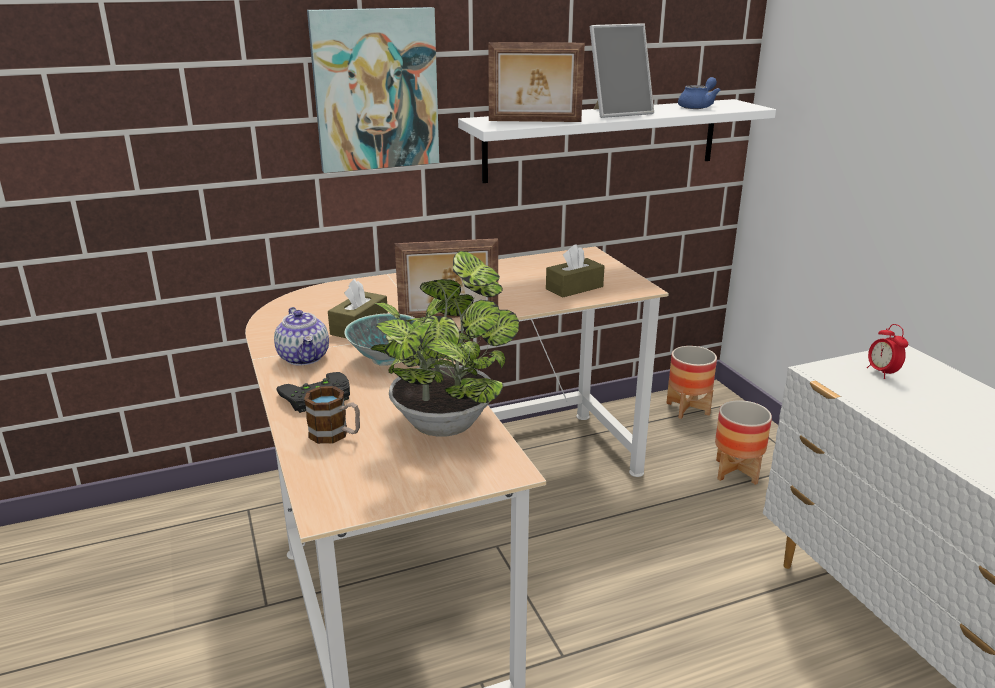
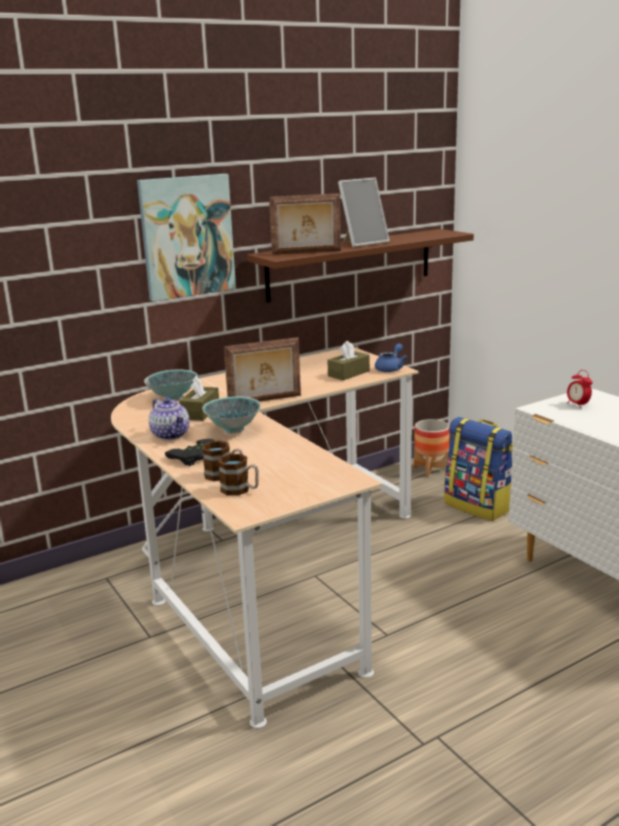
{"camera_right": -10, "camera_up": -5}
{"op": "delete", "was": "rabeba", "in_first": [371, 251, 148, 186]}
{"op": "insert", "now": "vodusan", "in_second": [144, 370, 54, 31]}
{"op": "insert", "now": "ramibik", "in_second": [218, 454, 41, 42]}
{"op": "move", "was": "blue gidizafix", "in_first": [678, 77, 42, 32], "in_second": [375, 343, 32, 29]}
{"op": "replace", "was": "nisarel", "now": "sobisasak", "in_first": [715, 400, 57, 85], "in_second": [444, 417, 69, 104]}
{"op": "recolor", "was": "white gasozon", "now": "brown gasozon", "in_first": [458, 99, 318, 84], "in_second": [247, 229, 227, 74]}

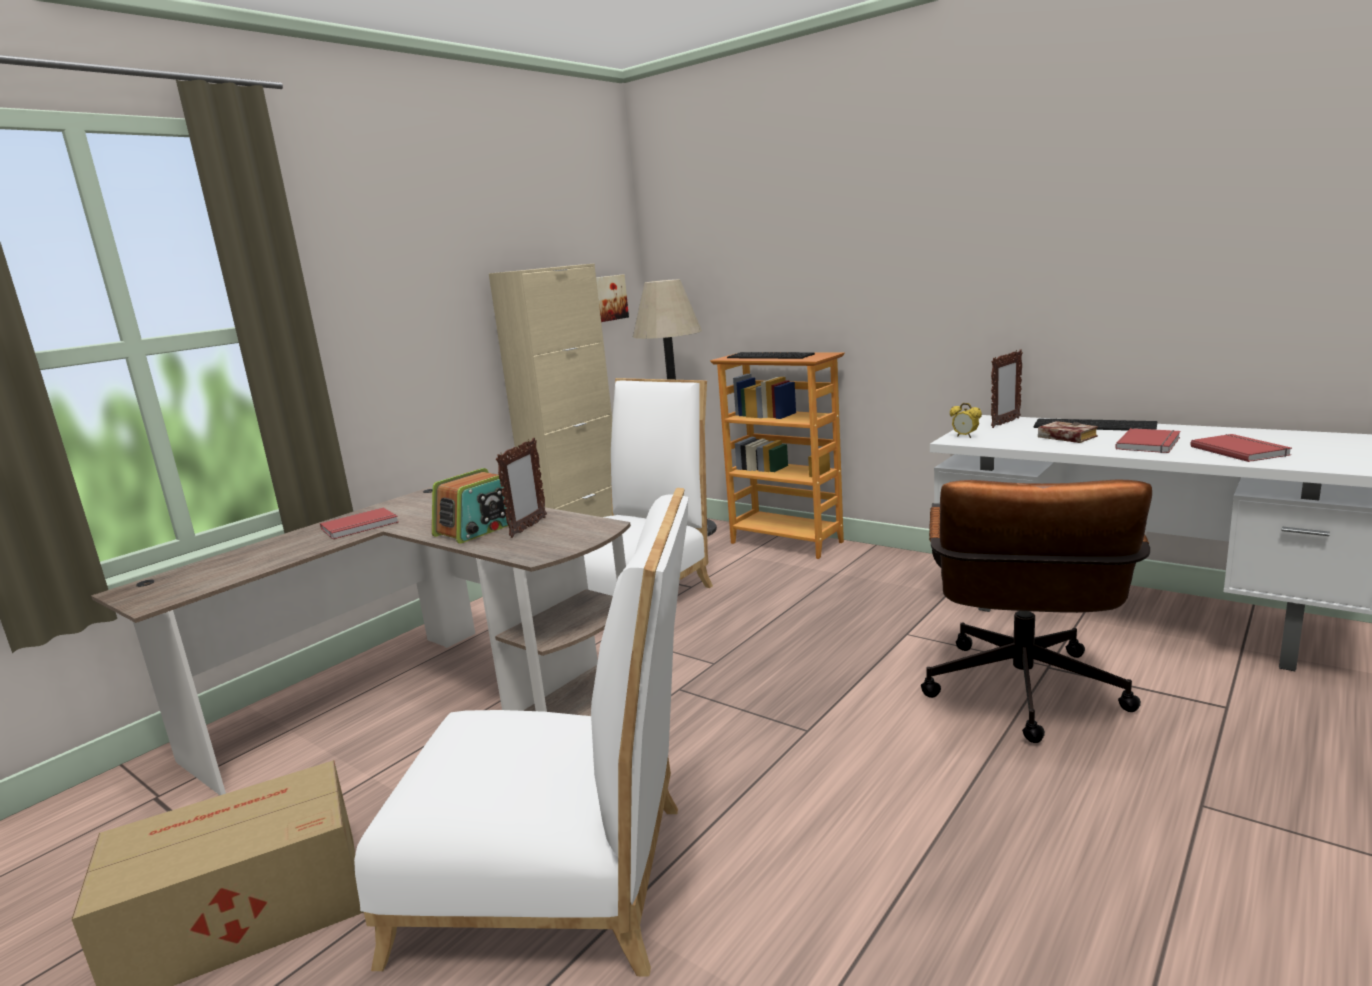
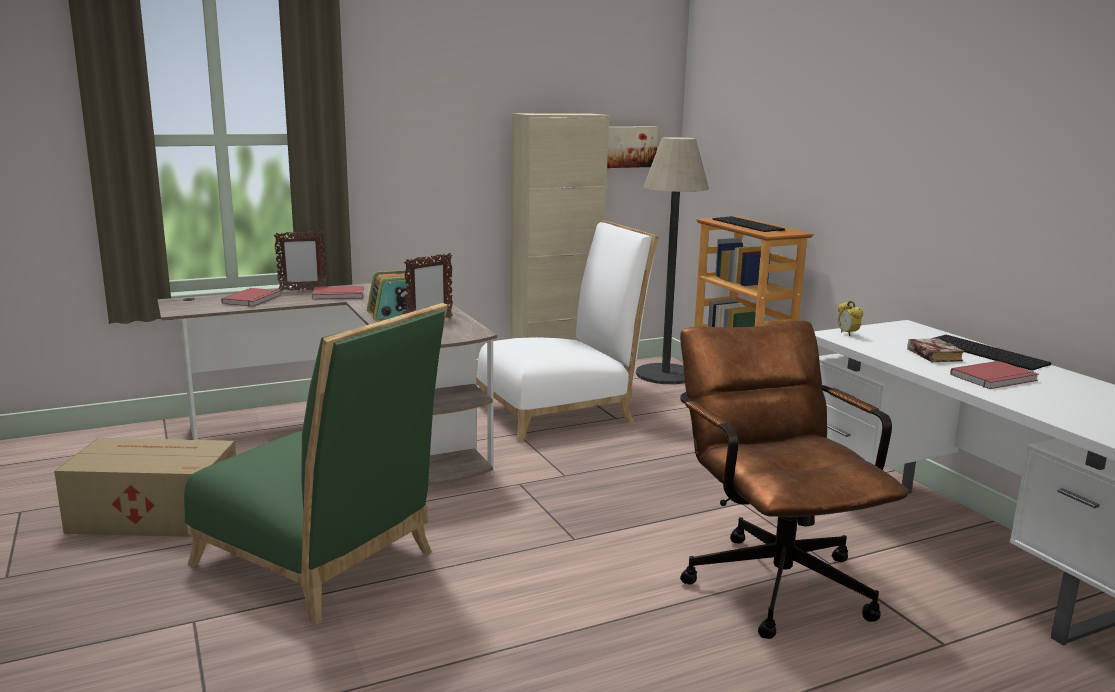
{"camera_right": 25, "camera_up": 0}
{"op": "move", "was": "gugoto", "in_first": [991, 349, 32, 79], "in_second": [274, 231, 53, 60]}
{"op": "move", "was": "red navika", "in_first": [1190, 434, 102, 28], "in_second": [221, 288, 60, 18]}
{"op": "recolor", "was": "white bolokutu", "now": "green bolokutu", "in_first": [354, 488, 334, 489], "in_second": [184, 303, 264, 322]}
{"op": "rotate", "was": "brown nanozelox", "in_first": [921, 479, 231, 264], "in_second": [680, 321, 229, 318], "clockwise": 120}

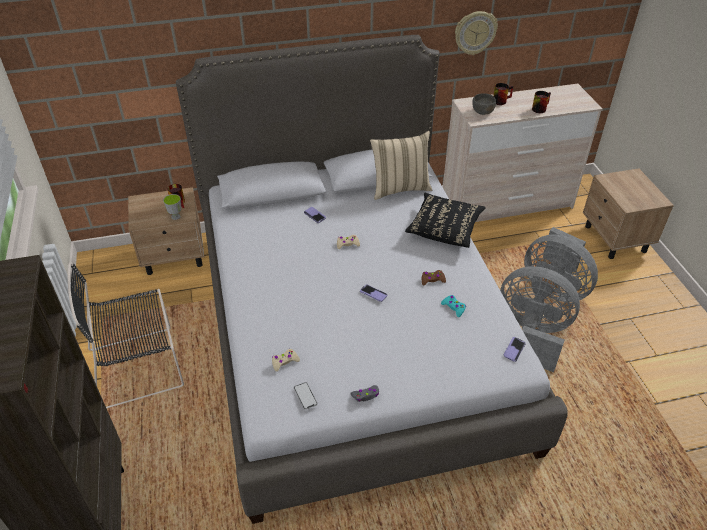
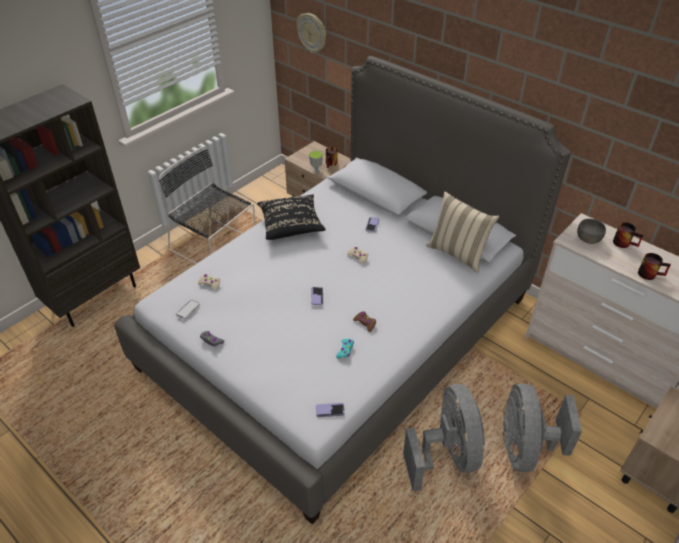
{"camera_right": 55, "camera_up": 0}
{"op": "move", "was": "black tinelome", "in_first": [405, 193, 81, 55], "in_second": [257, 194, 69, 46]}
{"op": "move", "was": "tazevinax", "in_first": [455, 11, 43, 44], "in_second": [297, 13, 29, 40]}

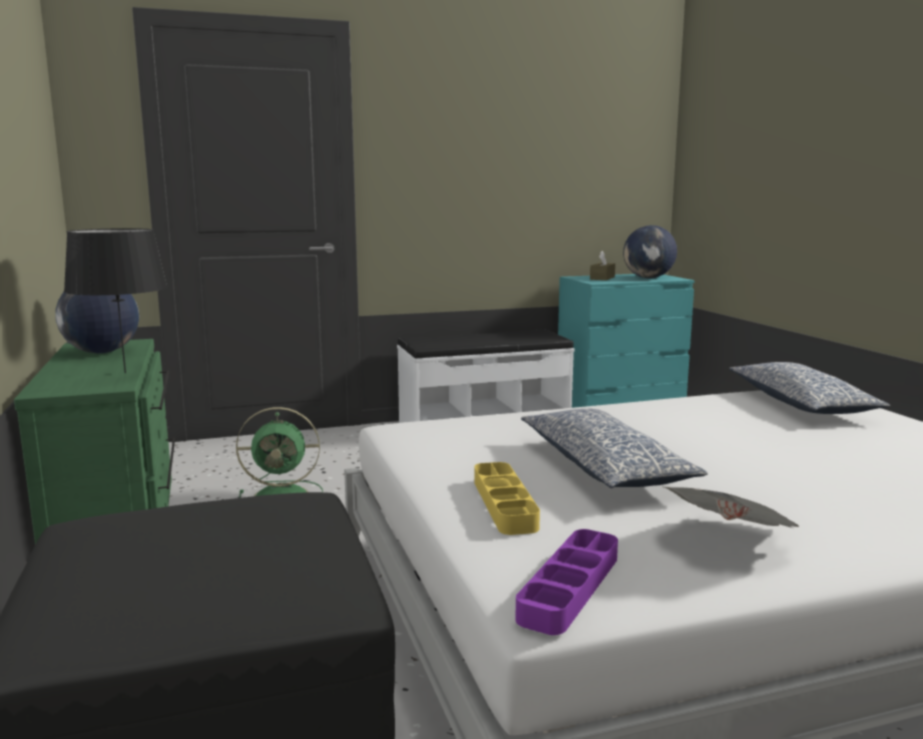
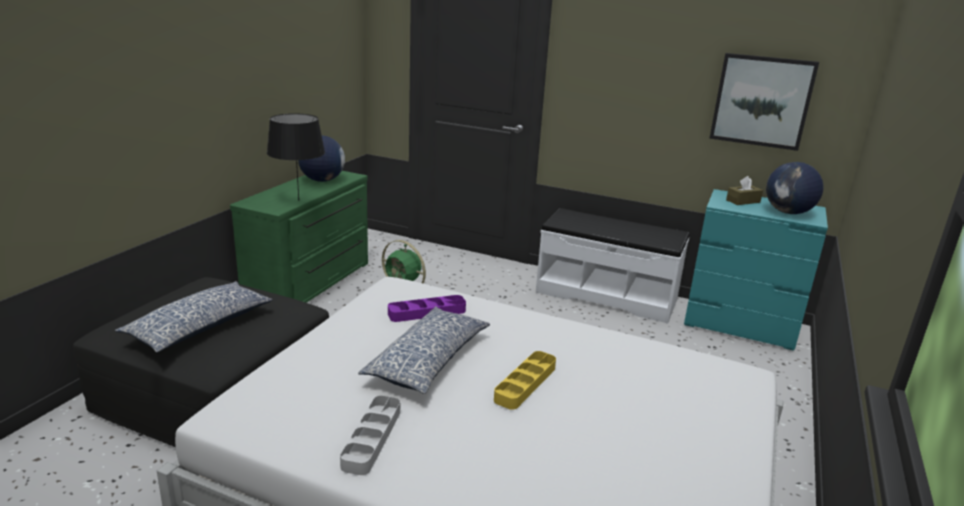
{"camera_right": 40, "camera_up": 10}
{"op": "insert", "now": "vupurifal", "in_second": [709, 53, 110, 98]}
{"op": "move", "was": "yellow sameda", "in_first": [474, 462, 66, 73], "in_second": [494, 351, 62, 59]}
{"op": "move", "was": "purple sameda", "in_first": [515, 529, 103, 106], "in_second": [388, 295, 78, 27]}
{"op": "move", "was": "tinelome", "in_first": [729, 362, 161, 52], "in_second": [115, 281, 158, 71]}
{"op": "replace", "was": "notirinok", "now": "grey sameda", "in_first": [662, 486, 137, 42], "in_second": [340, 395, 60, 80]}

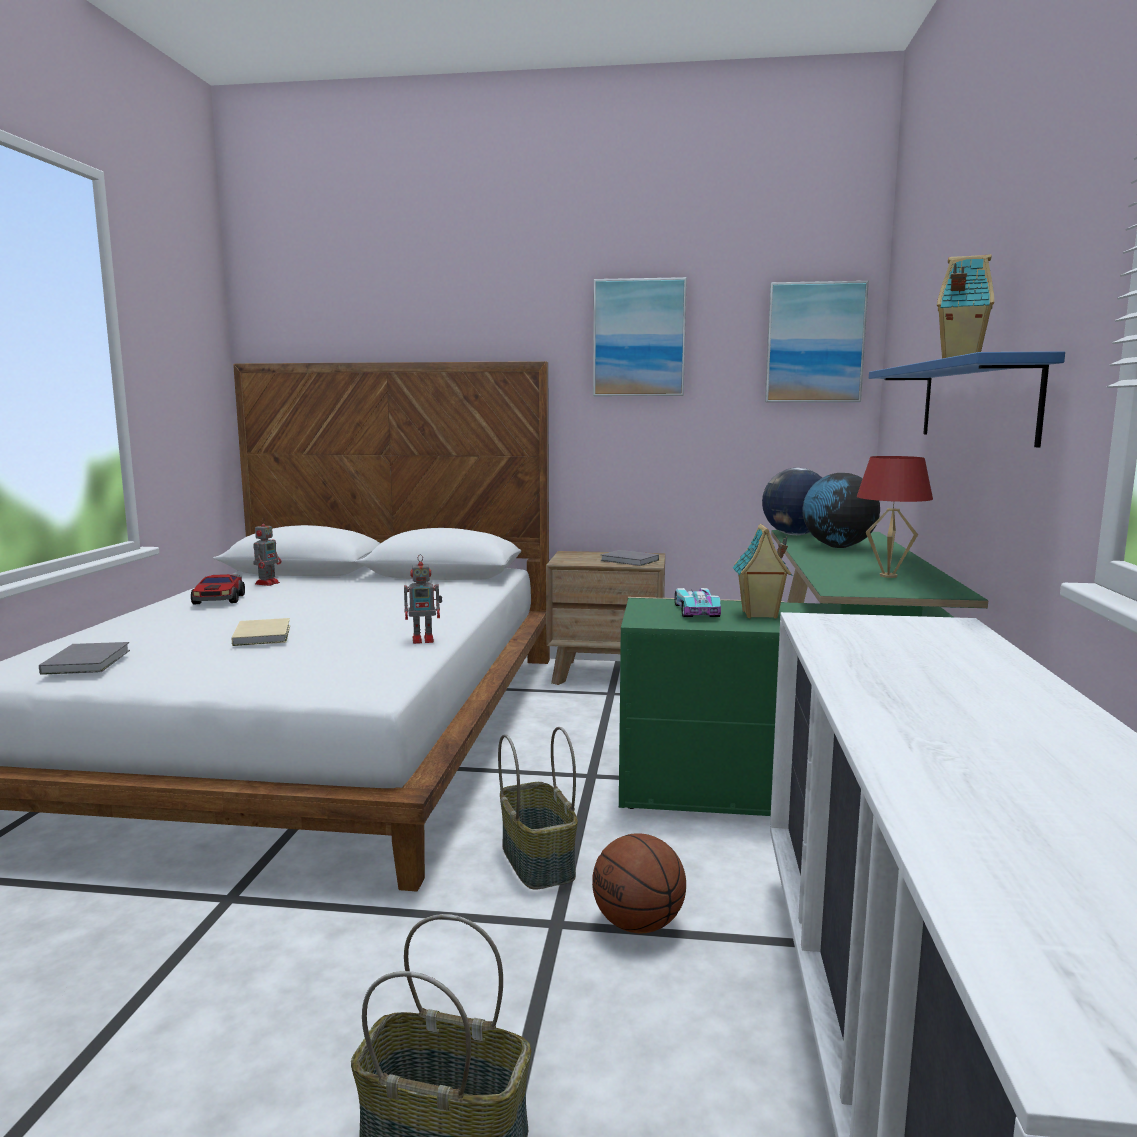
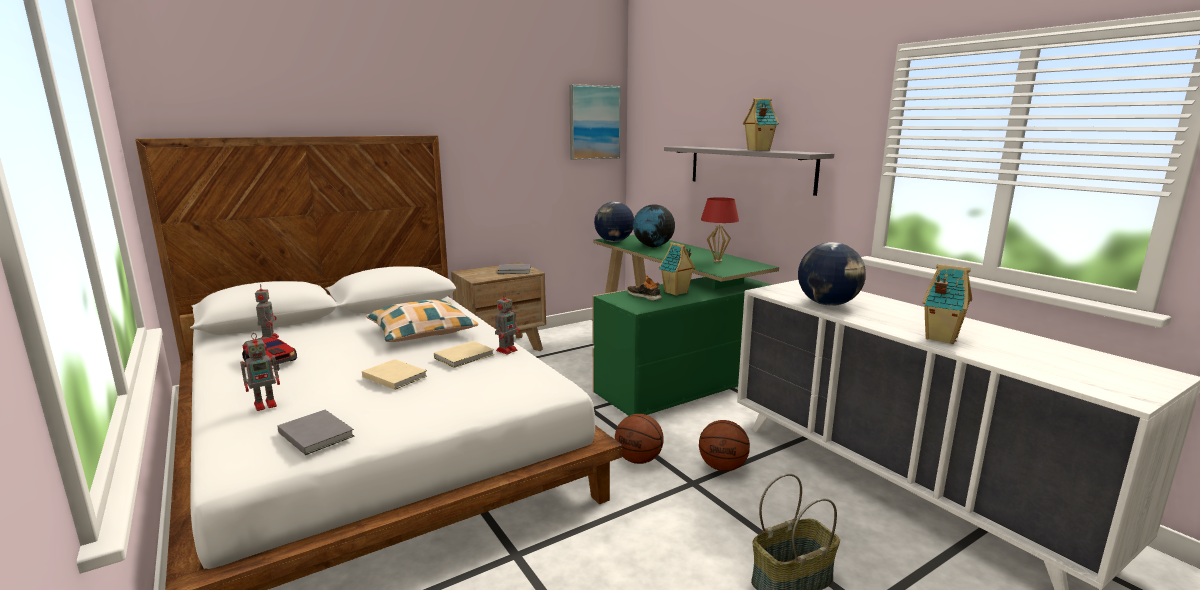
{"camera_right": -40, "camera_up": 5}
{"op": "delete", "was": "vupurifal", "in_first": [593, 277, 94, 119]}
{"op": "insert", "now": "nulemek", "in_second": [240, 333, 40, 78]}
{"op": "insert", "now": "tinelome", "in_second": [366, 299, 112, 43]}
{"op": "insert", "now": "beige navika", "in_second": [434, 341, 60, 27]}
{"op": "insert", "now": "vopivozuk", "in_second": [798, 242, 68, 64]}
{"op": "insert", "now": "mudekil", "in_second": [922, 264, 50, 80]}
{"op": "replace", "was": "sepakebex", "now": "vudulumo", "in_first": [498, 727, 80, 162], "in_second": [615, 414, 49, 50]}
{"op": "replace", "was": "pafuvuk", "now": "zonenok", "in_first": [675, 588, 46, 29], "in_second": [627, 276, 35, 25]}
{"op": "recolor", "was": "blue gasozon", "now": "grey gasozon", "in_first": [869, 351, 196, 97], "in_second": [664, 146, 170, 50]}

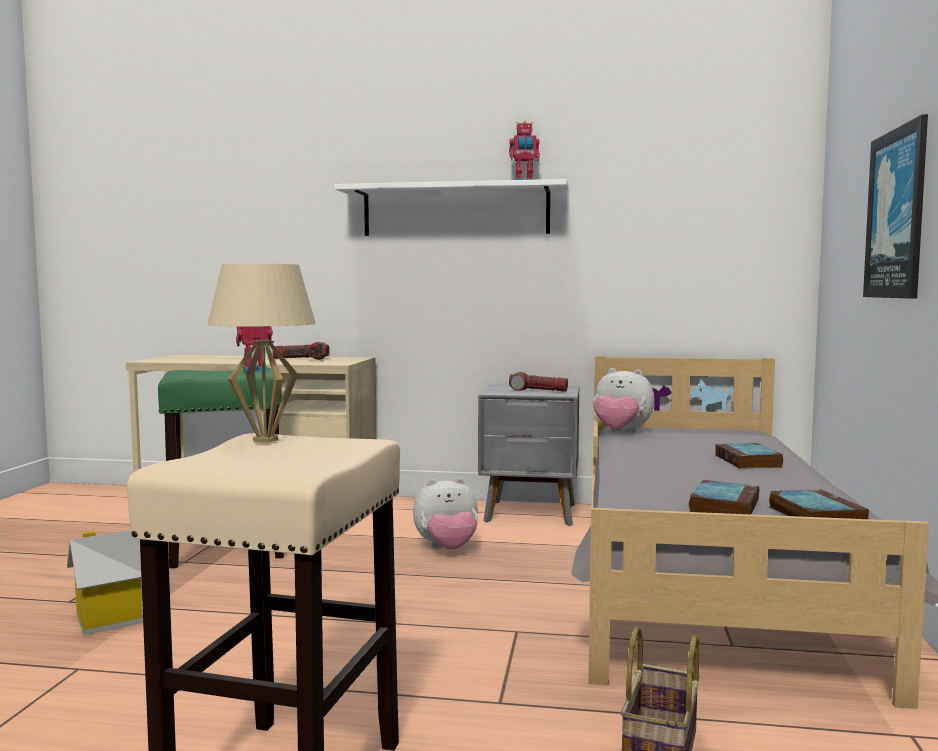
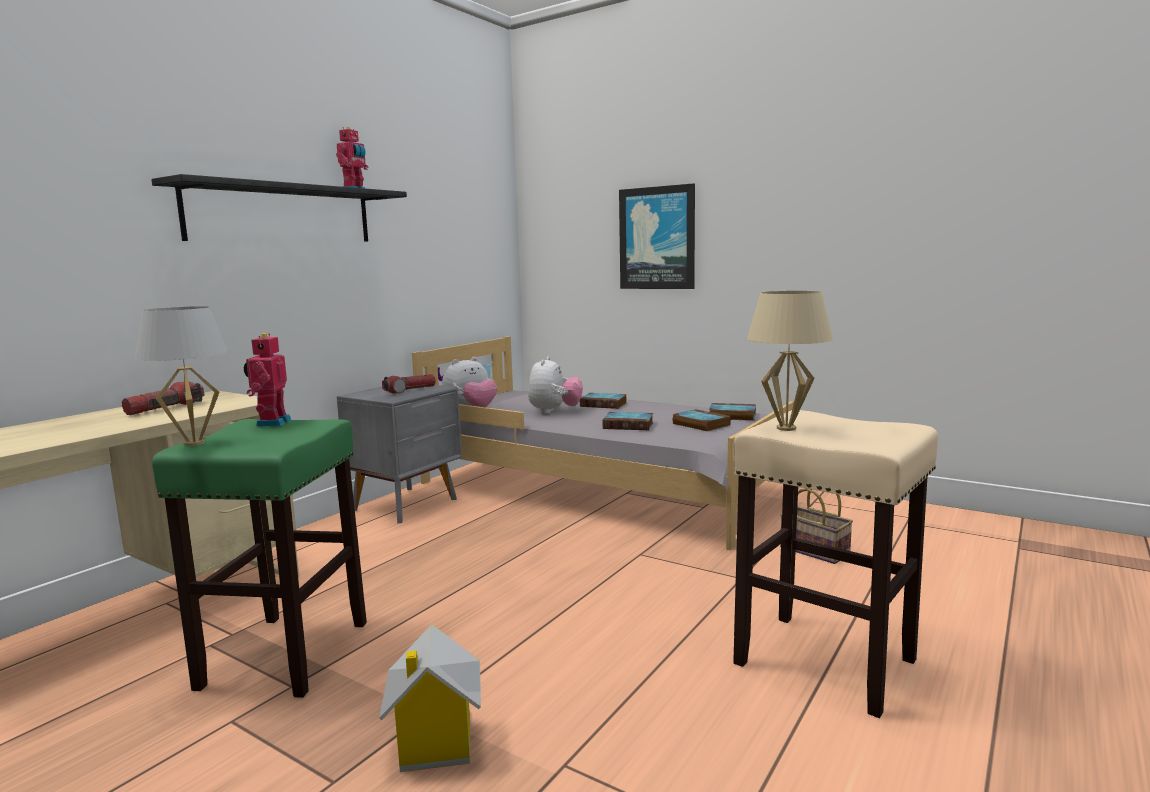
{"camera_right": -65, "camera_up": 5}
{"op": "insert", "now": "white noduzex", "in_second": [135, 306, 93, 140]}
{"op": "insert", "now": "navika", "in_second": [602, 412, 52, 18]}
{"op": "move", "was": "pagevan", "in_first": [413, 478, 65, 71], "in_second": [528, 356, 55, 58]}
{"op": "recolor", "was": "white gasozon", "now": "black gasozon", "in_first": [334, 179, 235, 57], "in_second": [151, 174, 256, 67]}

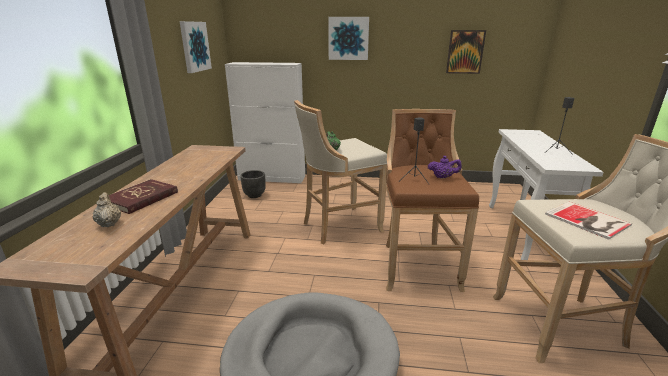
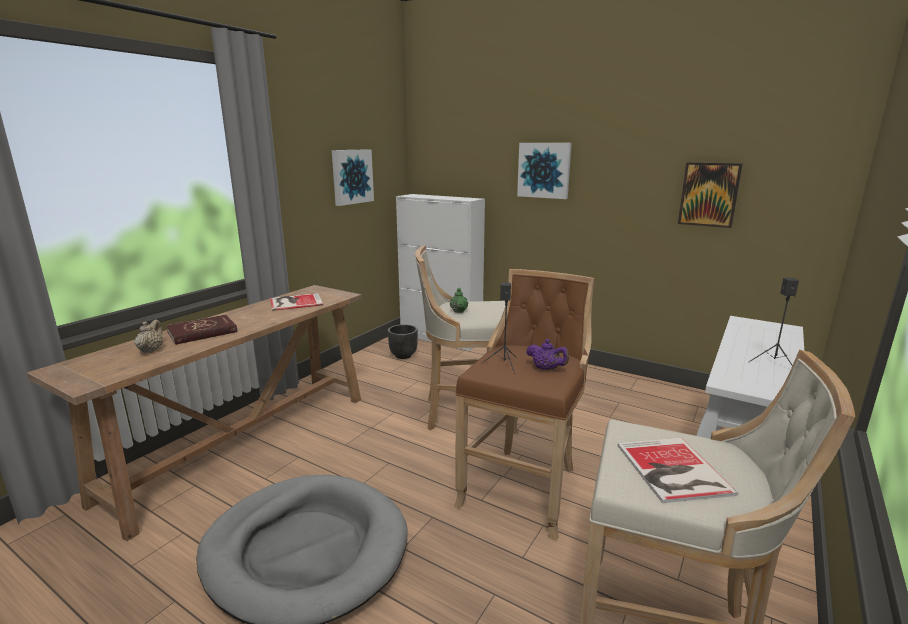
{"camera_right": 25, "camera_up": -5}
{"op": "insert", "now": "navika", "in_second": [270, 293, 53, 18]}

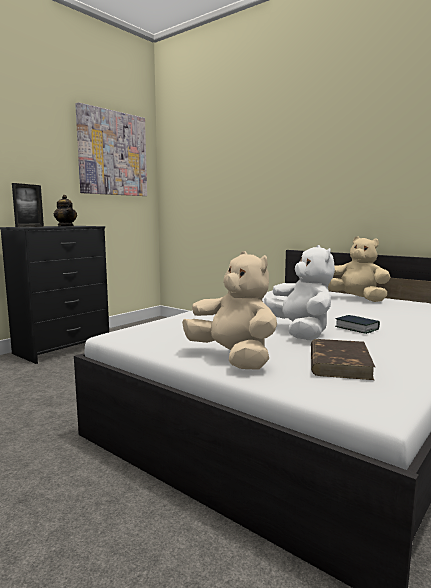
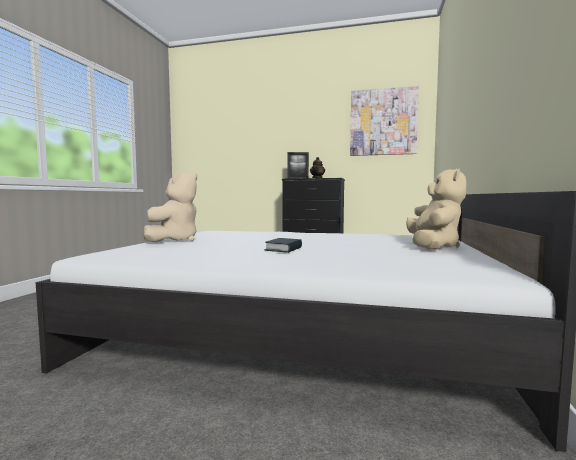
{"camera_right": 65, "camera_up": -5}
{"op": "delete", "was": "white pagevan", "in_first": [264, 245, 71, 95]}
{"op": "delete", "was": "brown navika", "in_first": [311, 339, 64, 41]}

